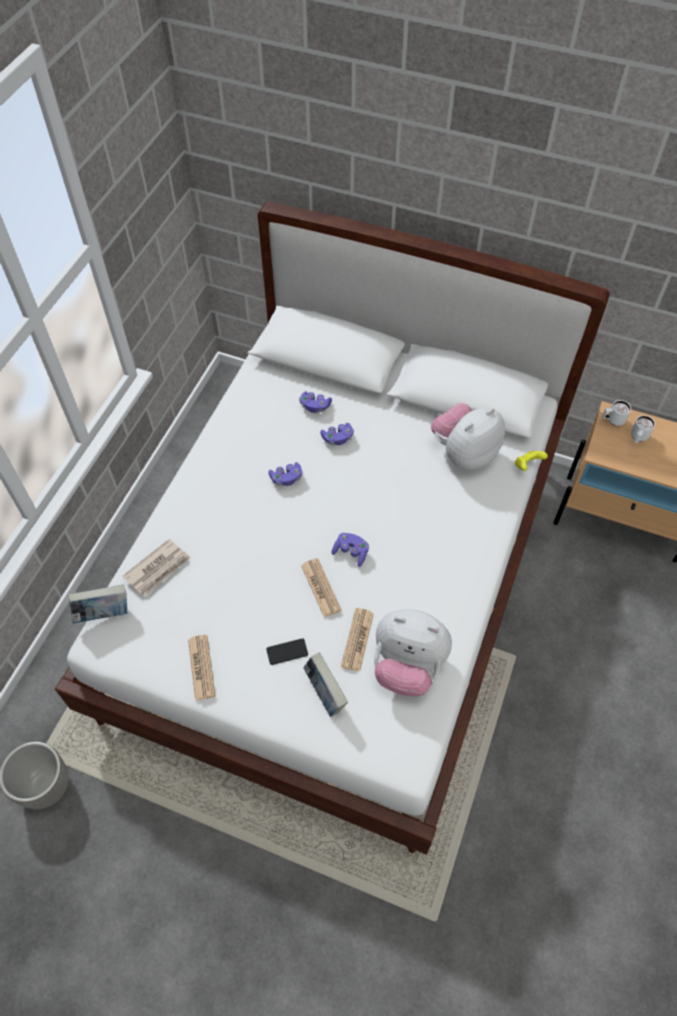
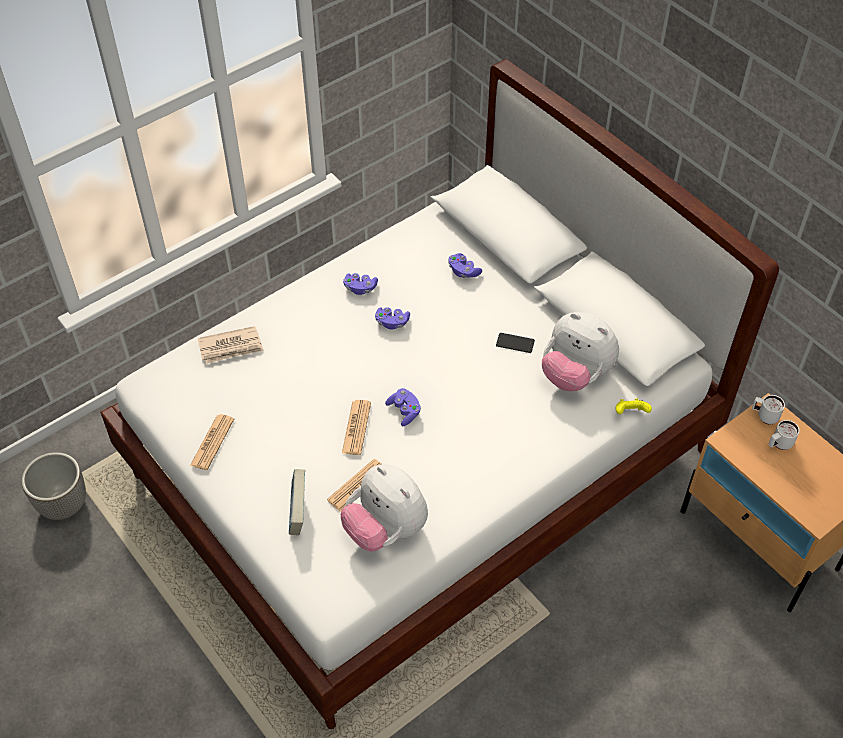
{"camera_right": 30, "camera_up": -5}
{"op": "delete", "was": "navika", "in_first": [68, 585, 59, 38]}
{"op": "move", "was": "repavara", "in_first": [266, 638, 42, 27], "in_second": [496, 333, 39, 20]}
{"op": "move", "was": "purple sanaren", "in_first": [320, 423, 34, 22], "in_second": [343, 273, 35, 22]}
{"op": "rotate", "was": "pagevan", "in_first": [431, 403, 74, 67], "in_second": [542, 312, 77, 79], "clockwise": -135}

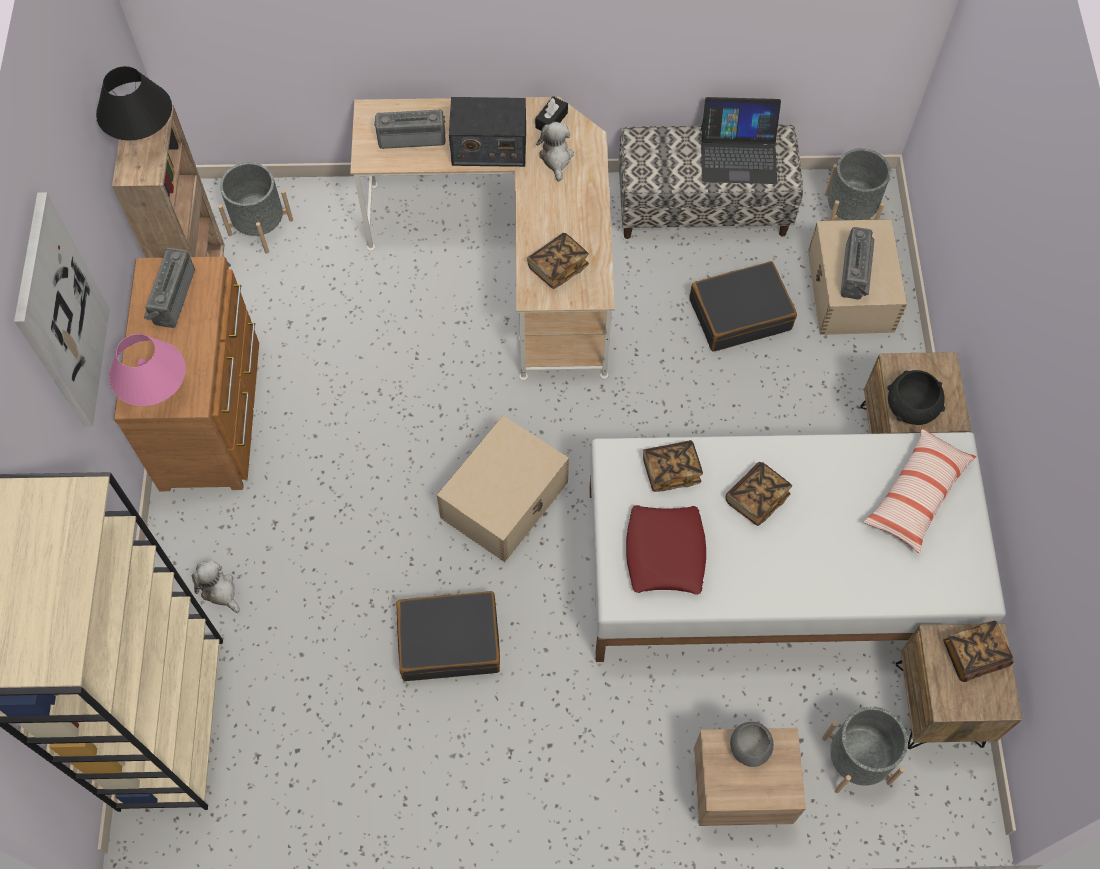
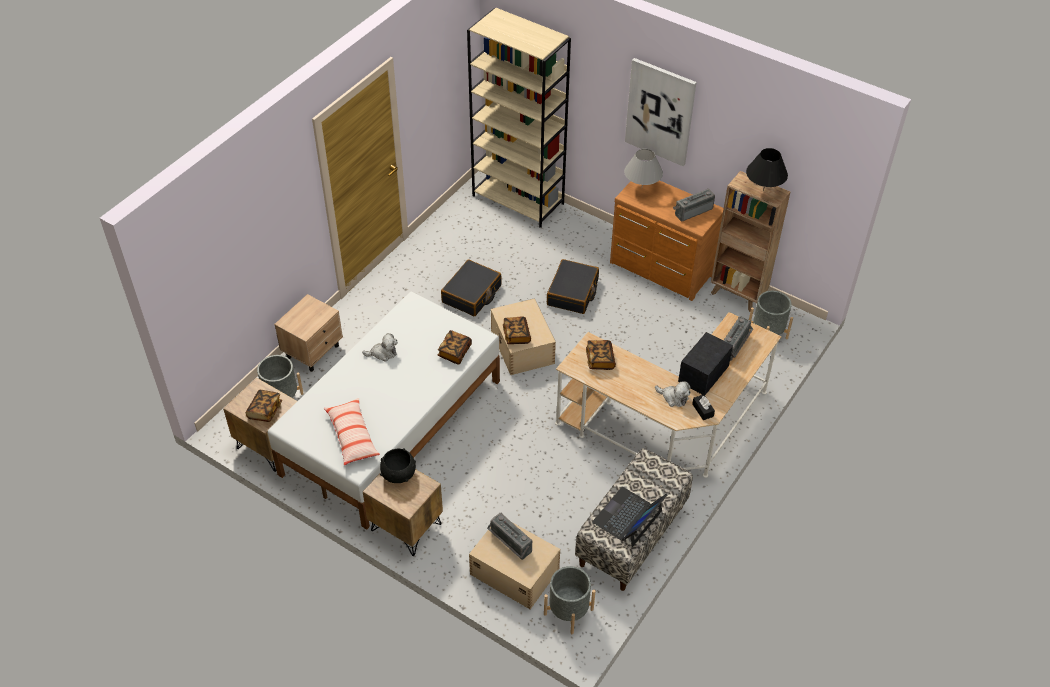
{"camera_right": 125, "camera_up": -15}
{"op": "delete", "was": "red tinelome", "in_first": [626, 505, 80, 90]}
{"op": "delete", "was": "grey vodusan", "in_first": [730, 722, 44, 45]}
{"op": "move", "was": "pagevan", "in_first": [192, 560, 48, 53], "in_second": [362, 333, 36, 29]}
{"op": "move", "was": "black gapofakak", "in_first": [689, 261, 108, 91], "in_second": [547, 259, 52, 55]}
{"op": "move", "was": "navika", "in_first": [726, 462, 66, 64], "in_second": [503, 317, 28, 27]}
{"op": "recolor", "was": "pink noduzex", "now": "grey noduzex", "in_first": [109, 334, 77, 72], "in_second": [624, 149, 39, 37]}
{"op": "rotate", "was": "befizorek", "in_first": [144, 248, 51, 80], "in_second": [673, 189, 42, 32], "clockwise": -75}

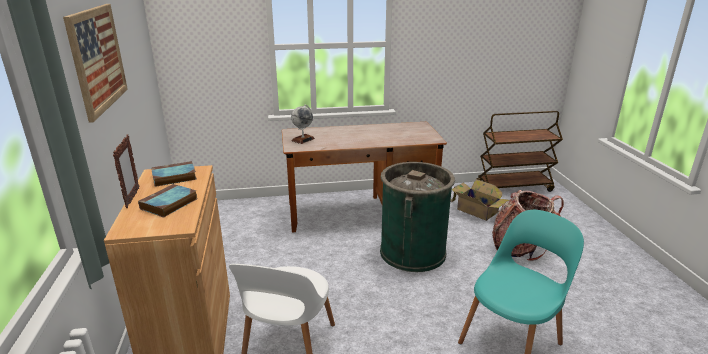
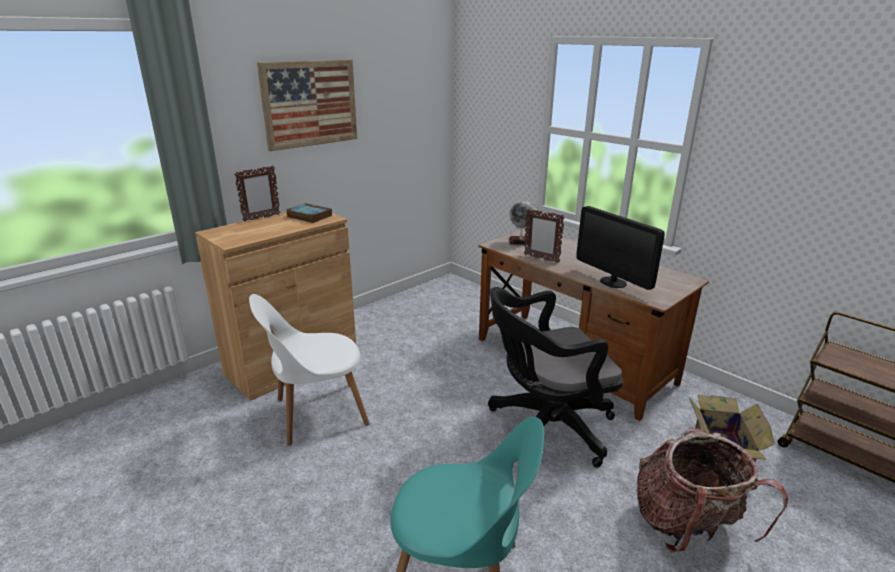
{"camera_right": 55, "camera_up": 0}
{"op": "delete", "was": "navika", "in_first": [138, 184, 59, 34]}
{"op": "insert", "now": "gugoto", "in_second": [524, 209, 41, 54]}
{"op": "insert", "now": "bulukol", "in_second": [576, 206, 89, 84]}
{"op": "replace", "was": "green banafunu", "now": "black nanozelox", "in_first": [380, 162, 75, 110], "in_second": [488, 287, 135, 181]}

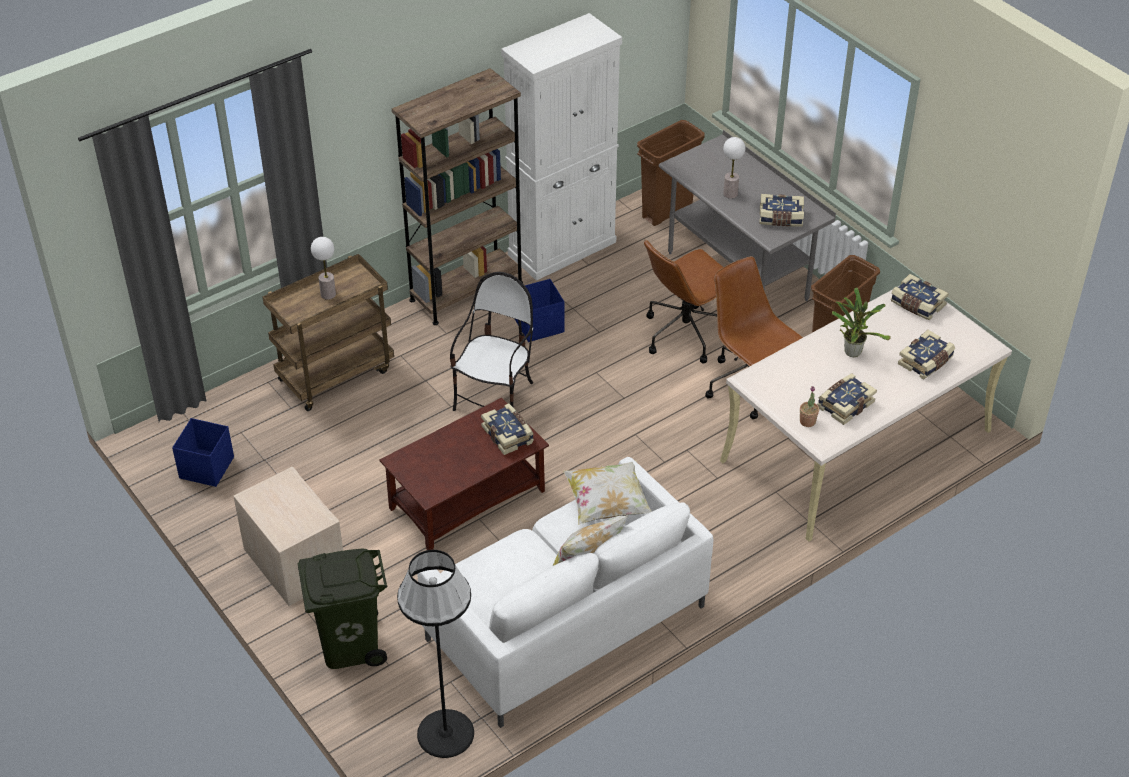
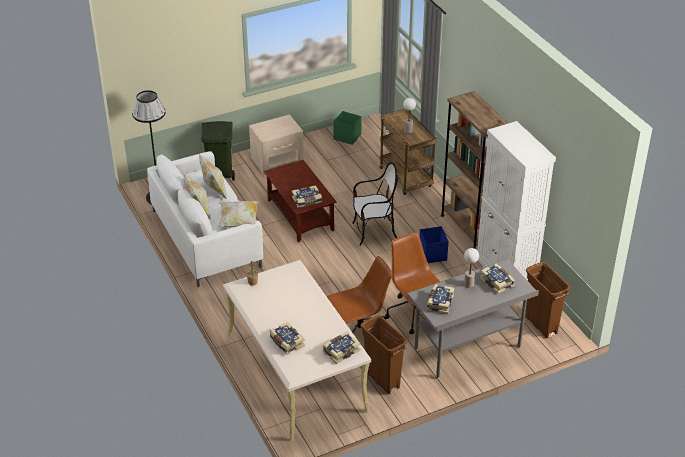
{"camera_right": 100, "camera_up": -5}
{"op": "delete", "was": "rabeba", "in_first": [832, 287, 59, 70]}
{"op": "insert", "now": "tinelome", "in_second": [199, 154, 28, 45]}
{"op": "move", "was": "navika", "in_first": [817, 373, 60, 52], "in_second": [480, 264, 35, 30]}
{"op": "recolor", "was": "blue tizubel", "now": "green tizubel", "in_first": [172, 418, 62, 69], "in_second": [333, 111, 29, 34]}
{"op": "rotate", "was": "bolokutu", "in_first": [450, 272, 83, 139], "in_second": [352, 162, 46, 84], "clockwise": -45}

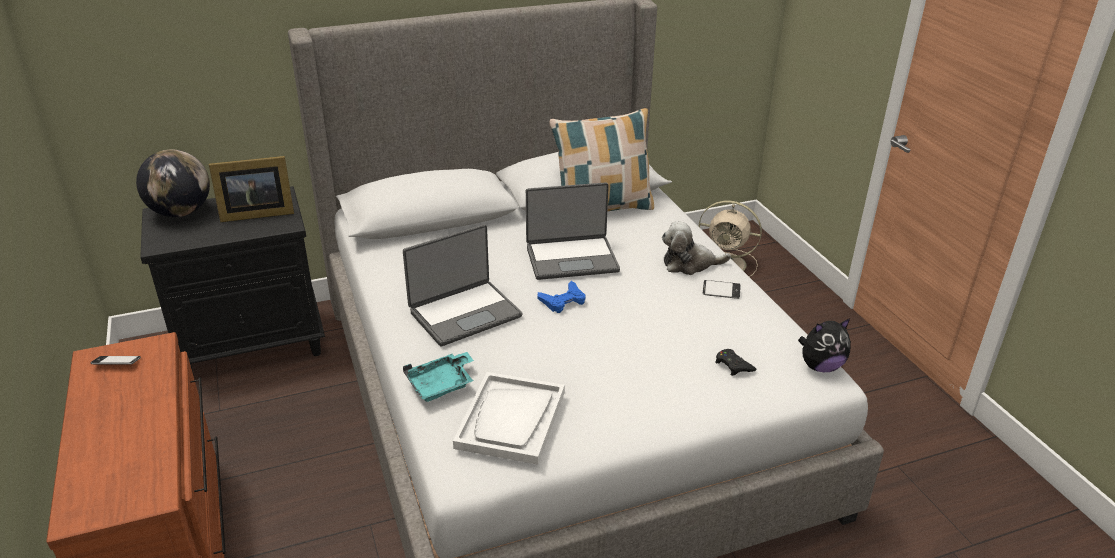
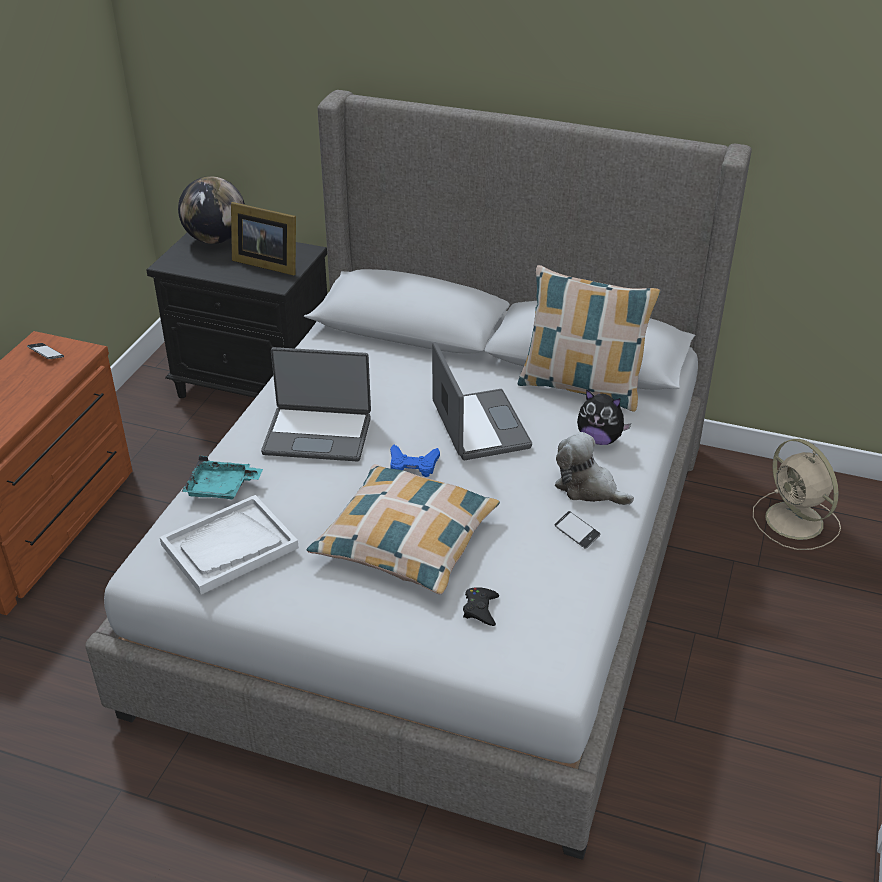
{"camera_right": 40, "camera_up": 5}
{"op": "insert", "now": "tinelome", "in_second": [307, 464, 193, 130]}
{"op": "move", "was": "pagevan", "in_first": [798, 318, 53, 54], "in_second": [577, 389, 54, 56]}
{"op": "rotate", "was": "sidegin", "in_first": [526, 182, 94, 98], "in_second": [432, 342, 100, 118], "clockwise": -135}

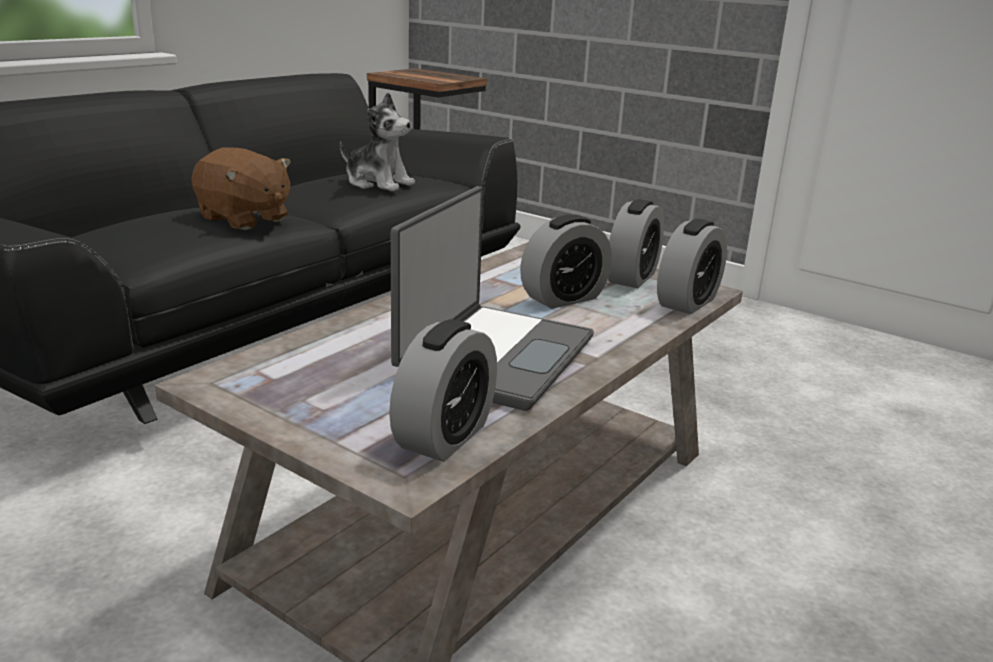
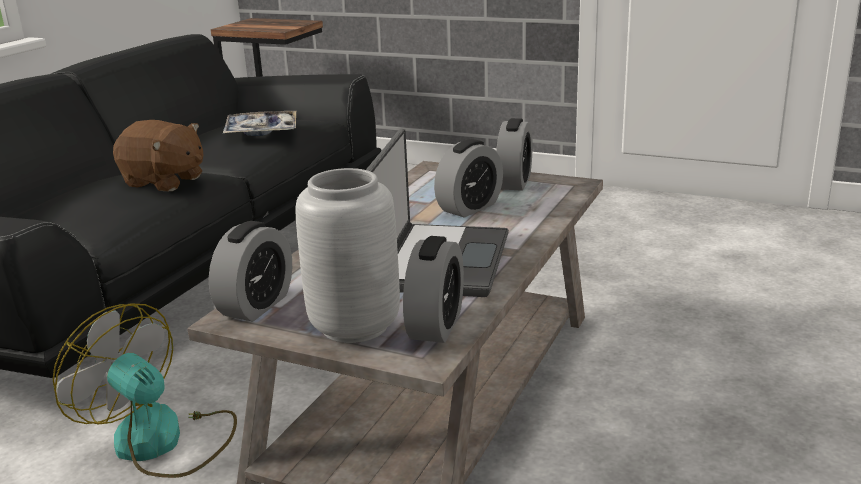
{"camera_right": -10, "camera_up": 0}
{"op": "insert", "now": "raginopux", "in_second": [53, 303, 184, 175]}
{"op": "insert", "now": "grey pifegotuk", "in_second": [295, 168, 105, 175]}
{"op": "move", "was": "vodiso", "in_first": [657, 219, 70, 95], "in_second": [208, 221, 84, 101]}
{"op": "replace", "was": "pagevan", "now": "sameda", "in_first": [340, 92, 75, 99], "in_second": [223, 111, 73, 25]}

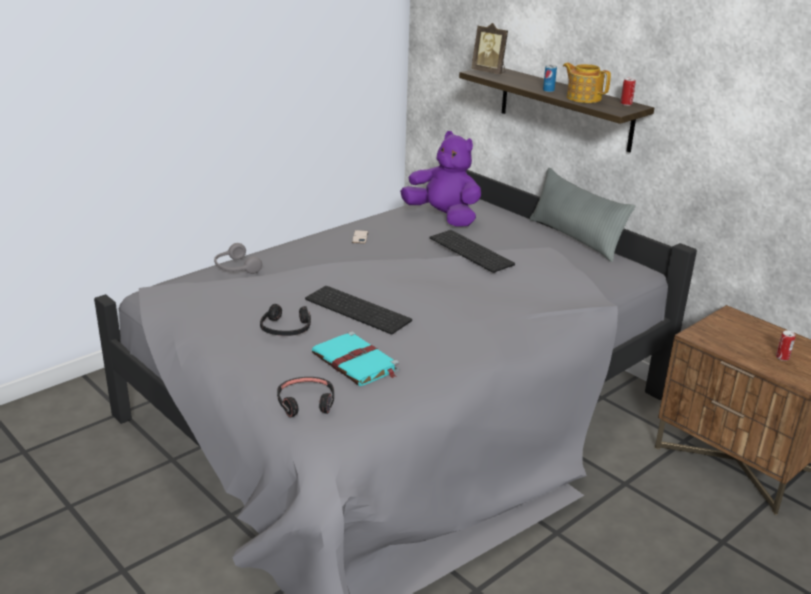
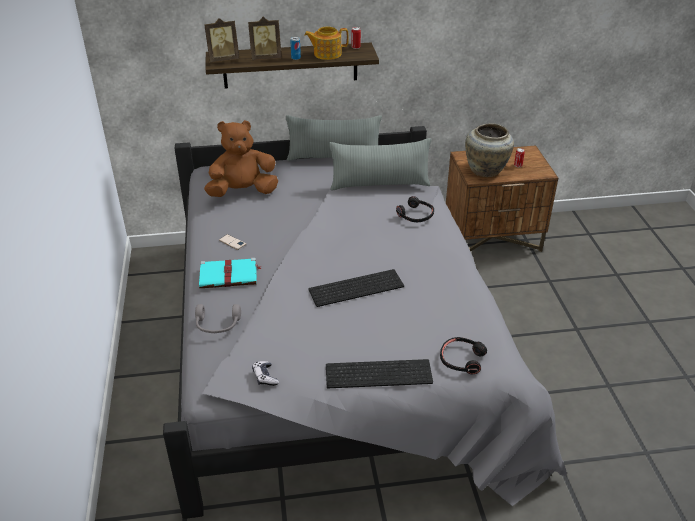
{"camera_right": -55, "camera_up": 10}
{"op": "insert", "now": "gugoto", "in_second": [248, 17, 34, 43]}
{"op": "insert", "now": "sanaren", "in_second": [252, 361, 27, 25]}
{"op": "insert", "now": "grey tinelome", "in_second": [329, 138, 102, 52]}
{"op": "insert", "now": "beige pifegotuk", "in_second": [465, 123, 49, 54]}
{"op": "move", "was": "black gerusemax", "in_first": [260, 304, 51, 32], "in_second": [396, 196, 38, 26]}
{"op": "move", "was": "turquoise navika", "in_first": [312, 331, 87, 55], "in_second": [199, 258, 62, 30]}
{"op": "move", "was": "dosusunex", "in_first": [430, 230, 85, 43], "in_second": [326, 359, 107, 29]}
{"op": "recolor", "was": "purple pagevan", "now": "brown pagevan", "in_first": [400, 131, 81, 96], "in_second": [204, 120, 74, 77]}

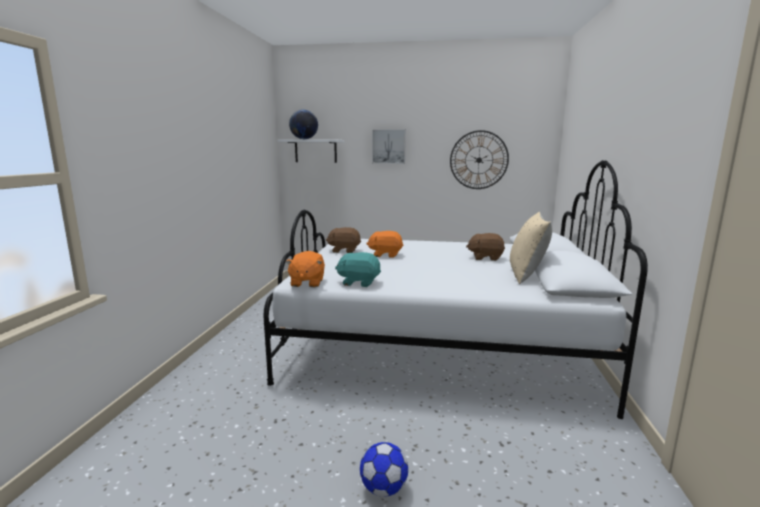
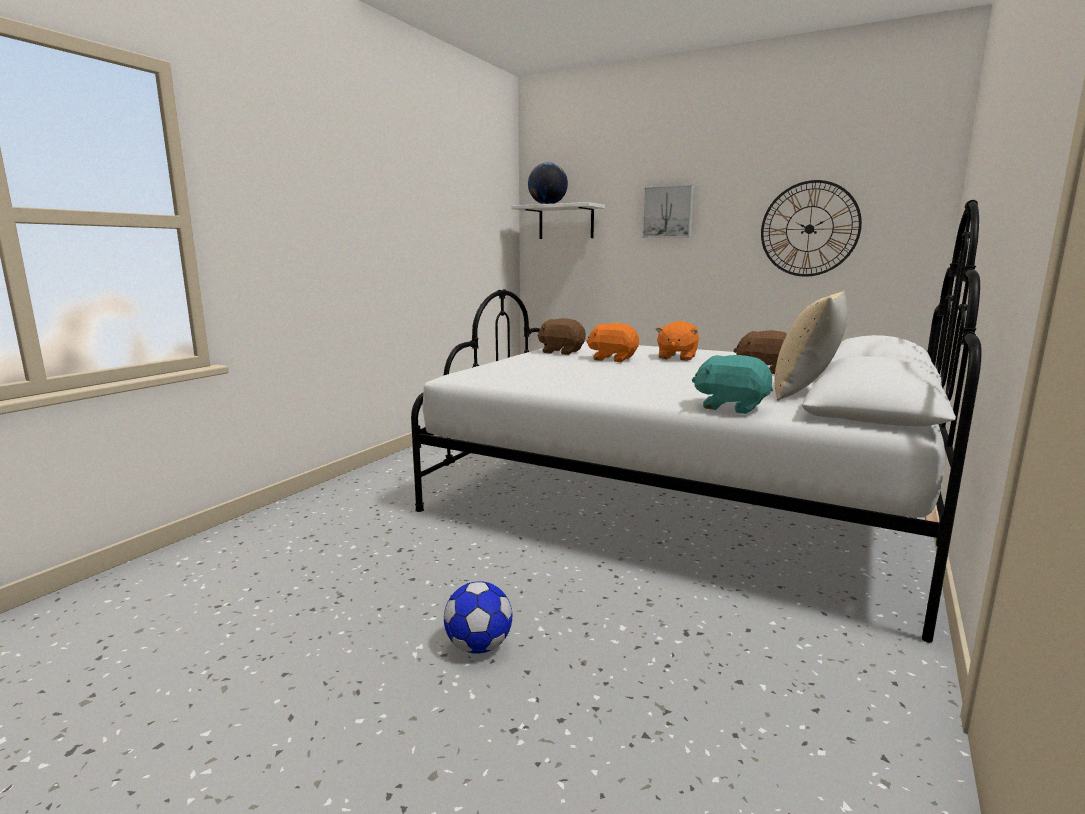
{"camera_right": 20, "camera_up": 0}
{"op": "move", "was": "orange pagevan", "in_first": [285, 251, 40, 36], "in_second": [655, 321, 44, 40]}
{"op": "move", "was": "turquoise pagevan", "in_first": [335, 252, 46, 35], "in_second": [692, 355, 81, 59]}

